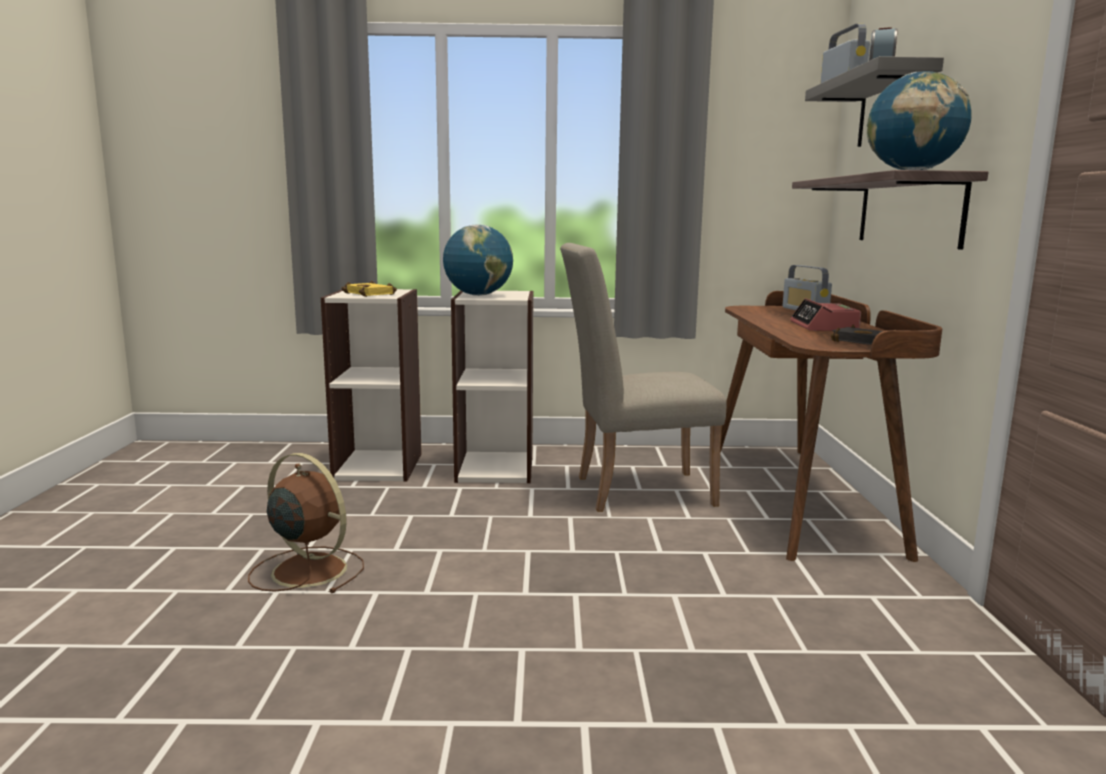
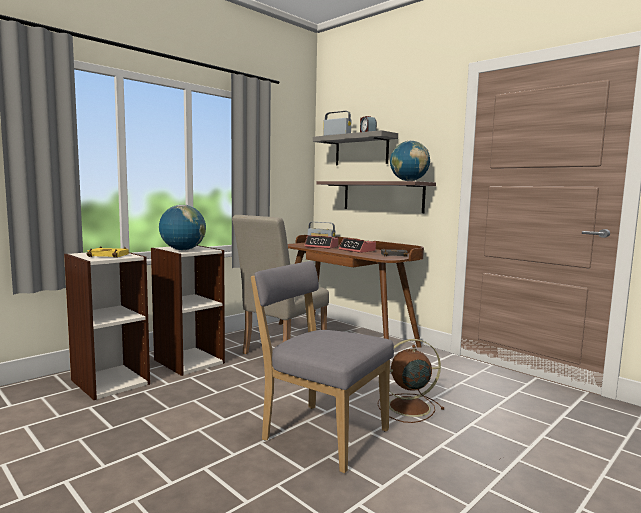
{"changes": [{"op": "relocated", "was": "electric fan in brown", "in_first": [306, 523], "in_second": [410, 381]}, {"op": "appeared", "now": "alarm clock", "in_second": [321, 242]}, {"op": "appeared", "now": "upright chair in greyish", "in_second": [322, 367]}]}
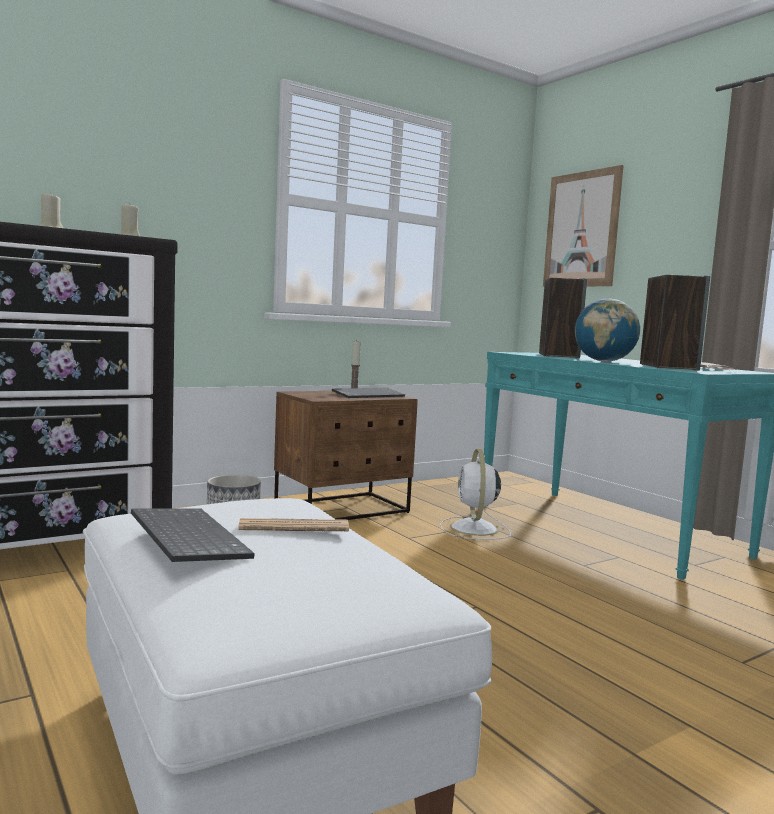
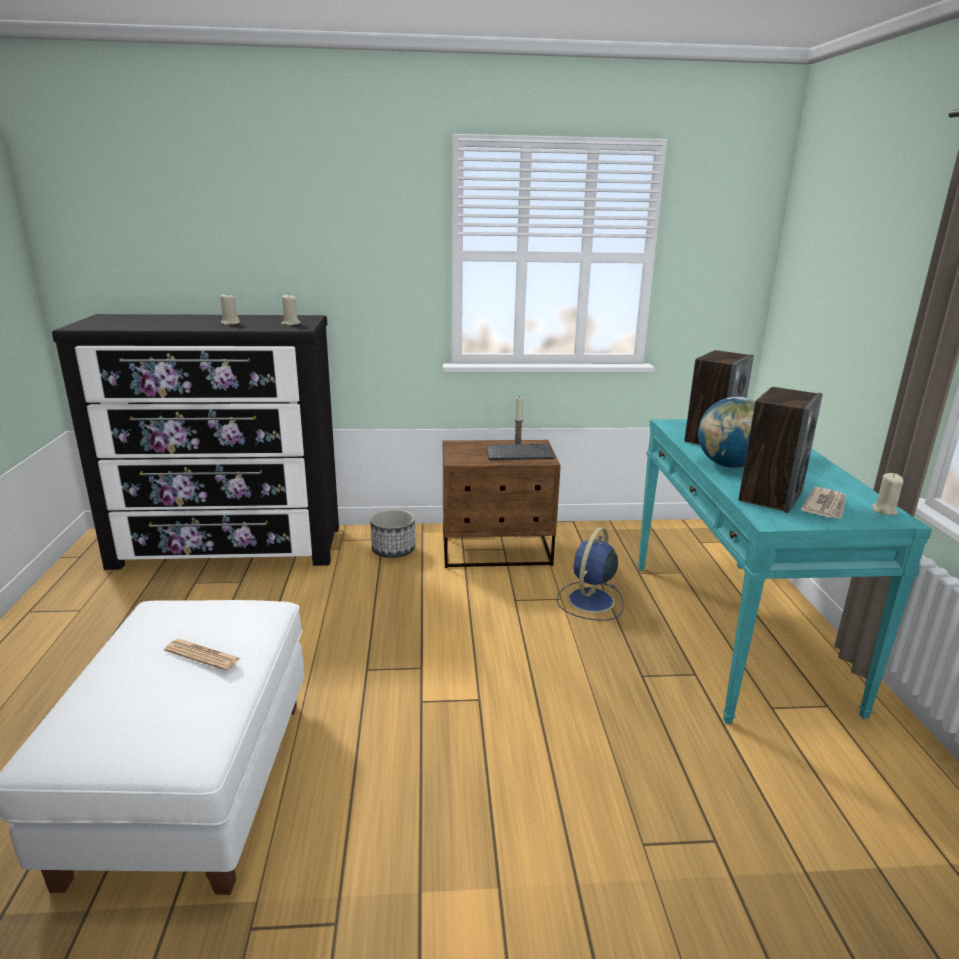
{"changes": [{"op": "missing", "was": "wall picture", "in_first": [583, 226]}, {"op": "colour", "was": "electric fan in white-coloured", "now": "electric fan in blue-coloured", "in_first": [475, 494], "in_second": [590, 574]}, {"op": "missing", "was": "keyboard", "in_first": [193, 535]}, {"op": "appeared", "now": "wax light in beige-coloured", "in_second": [887, 494]}]}
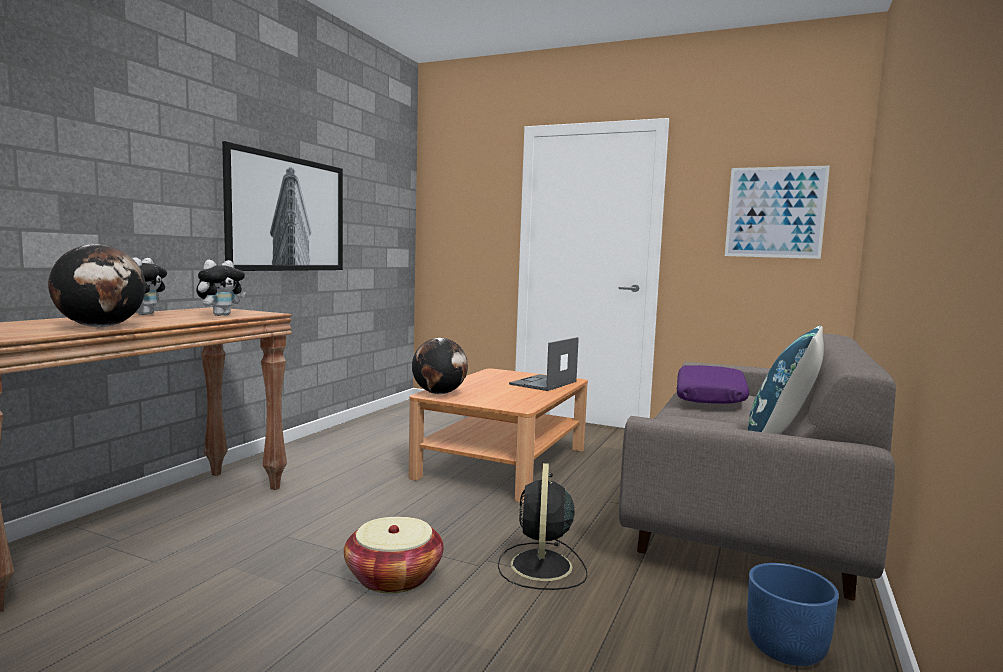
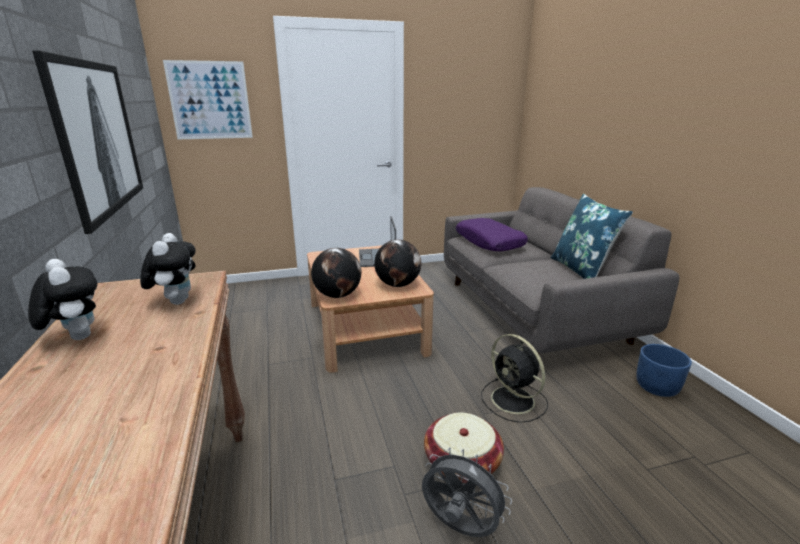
{"changes": [{"op": "relocated", "was": "wall picture", "in_first": [777, 212], "in_second": [208, 99]}, {"op": "relocated", "was": "world globe", "in_first": [97, 285], "in_second": [397, 263]}, {"op": "appeared", "now": "electric fan in greyish", "in_second": [467, 492]}]}
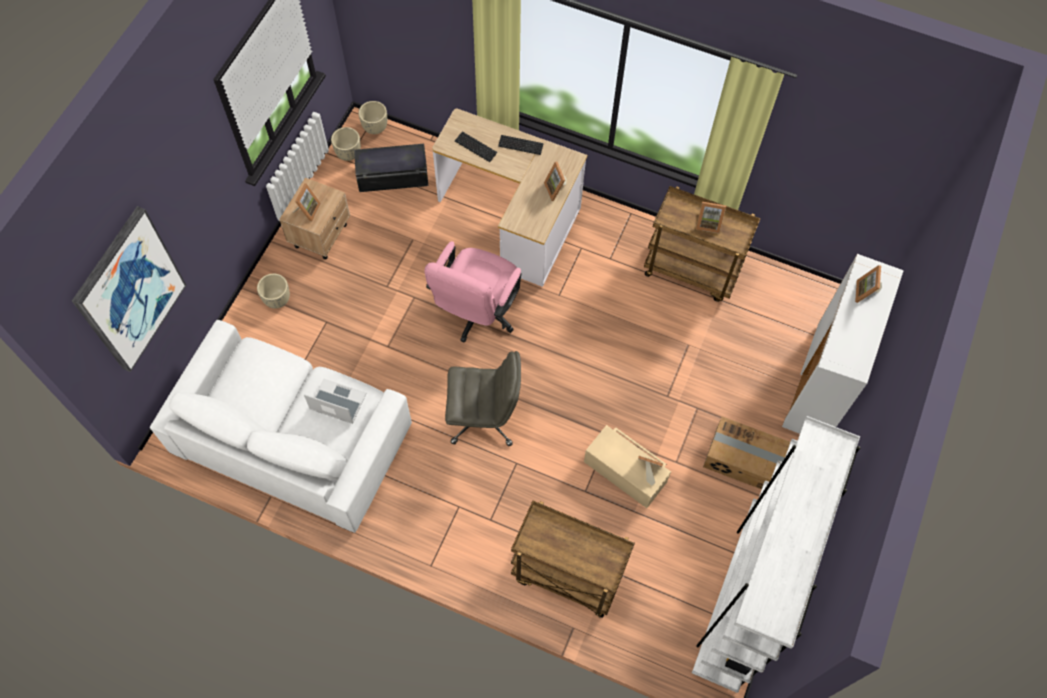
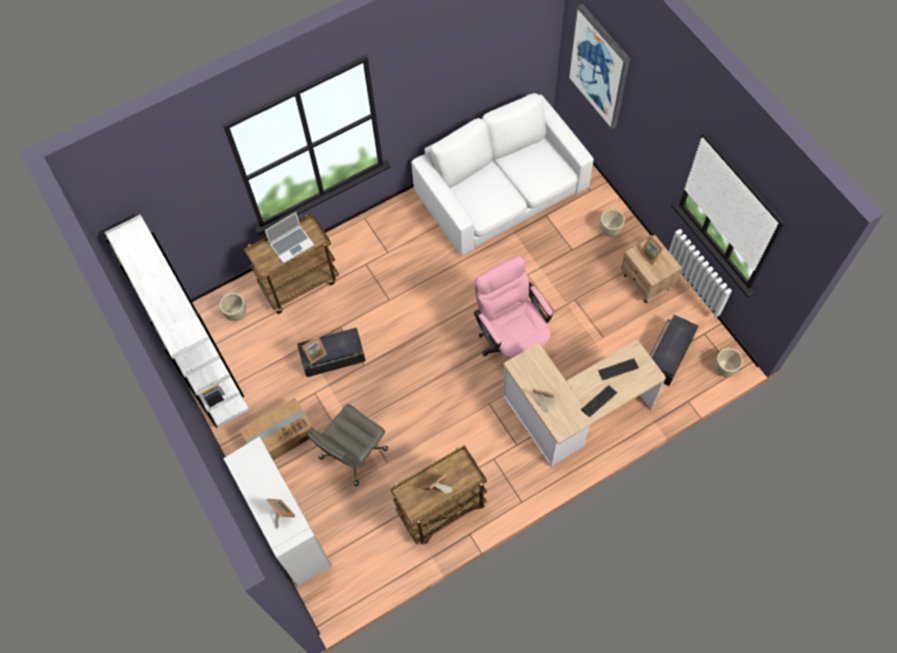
{"changes": [{"op": "relocated", "was": "flower pot in beige-coloured", "in_first": [346, 144], "in_second": [233, 307]}, {"op": "relocated", "was": "desk chair in greyish", "in_first": [483, 398], "in_second": [347, 445]}, {"op": "relocated", "was": "laptop", "in_first": [335, 401], "in_second": [289, 238]}, {"op": "colour", "was": "storage bin in beige-coloured", "now": "storage bin in blackish", "in_first": [627, 466], "in_second": [331, 352]}]}
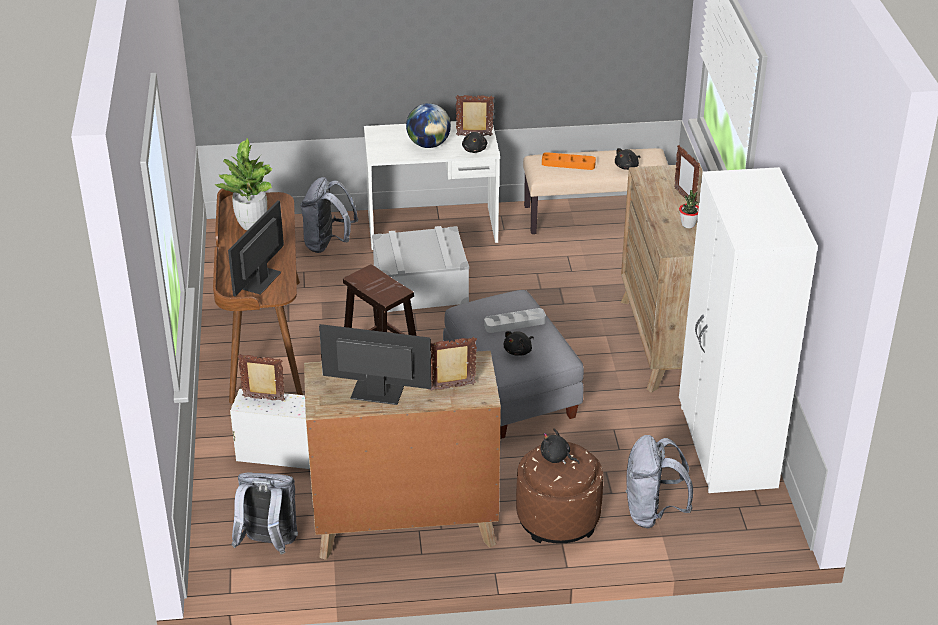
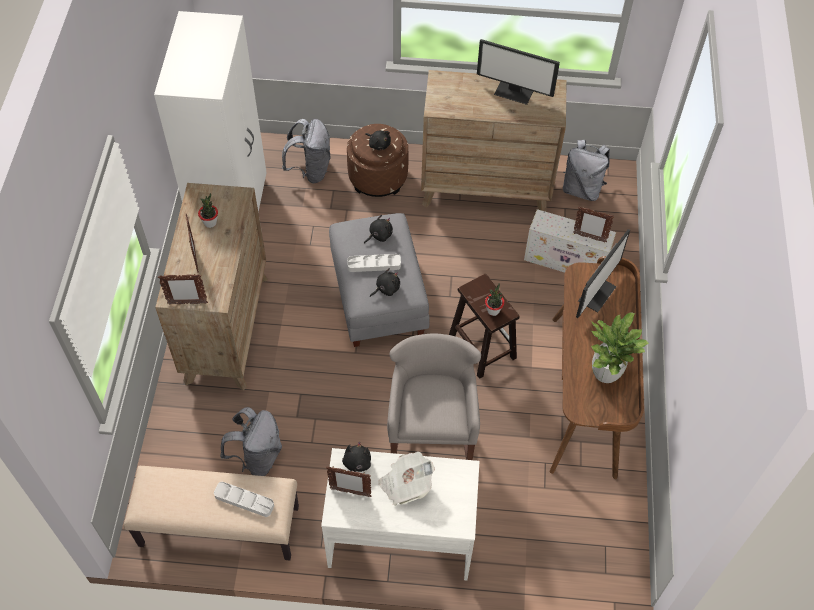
{"changes": [{"op": "exchanged", "was": "world globe", "now": "daily paper", "in_first": [428, 125], "in_second": [406, 479]}, {"op": "relocated", "was": "cuddly toy in blackish", "in_first": [627, 159], "in_second": [385, 282]}, {"op": "colour", "was": "tray in orangey", "now": "tray in greyish", "in_first": [569, 161], "in_second": [244, 499]}, {"op": "relocated", "was": "rucksack in greyish", "in_first": [329, 215], "in_second": [251, 441]}, {"op": "exchanged", "was": "storage bin in greyish", "now": "stool seat in greyish", "in_first": [420, 269], "in_second": [434, 396]}, {"op": "relocated", "was": "picture frame", "in_first": [452, 364], "in_second": [183, 289]}, {"op": "appeared", "now": "plant in a pot", "in_second": [494, 299]}]}
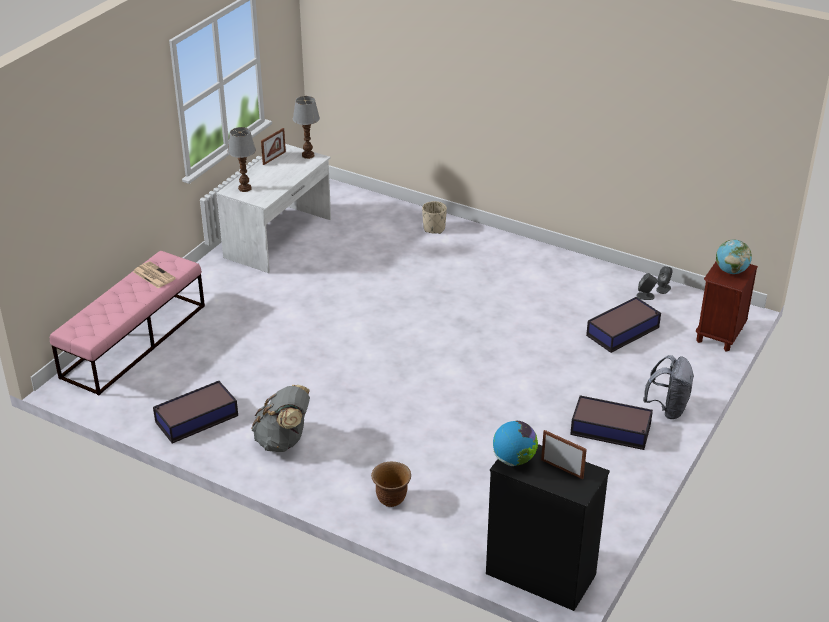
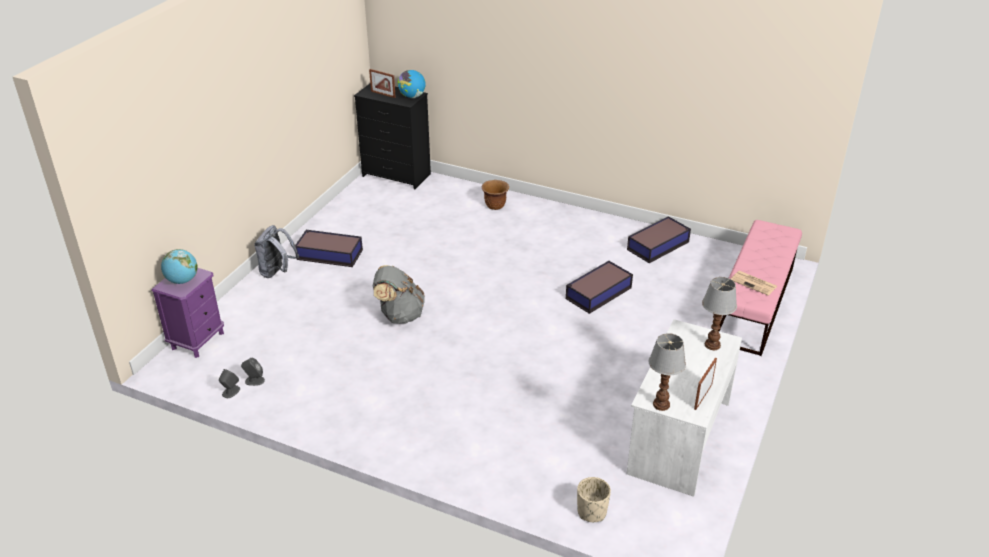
{"changes": [{"op": "relocated", "was": "flower pot in beige-coloured", "in_first": [434, 217], "in_second": [594, 499]}, {"op": "colour", "was": "nightstand in brown", "now": "nightstand in purple-coloured", "in_first": [727, 306], "in_second": [187, 313]}, {"op": "relocated", "was": "storage bin", "in_first": [623, 325], "in_second": [599, 287]}, {"op": "relocated", "was": "rucksack in greyish", "in_first": [280, 418], "in_second": [399, 294]}]}
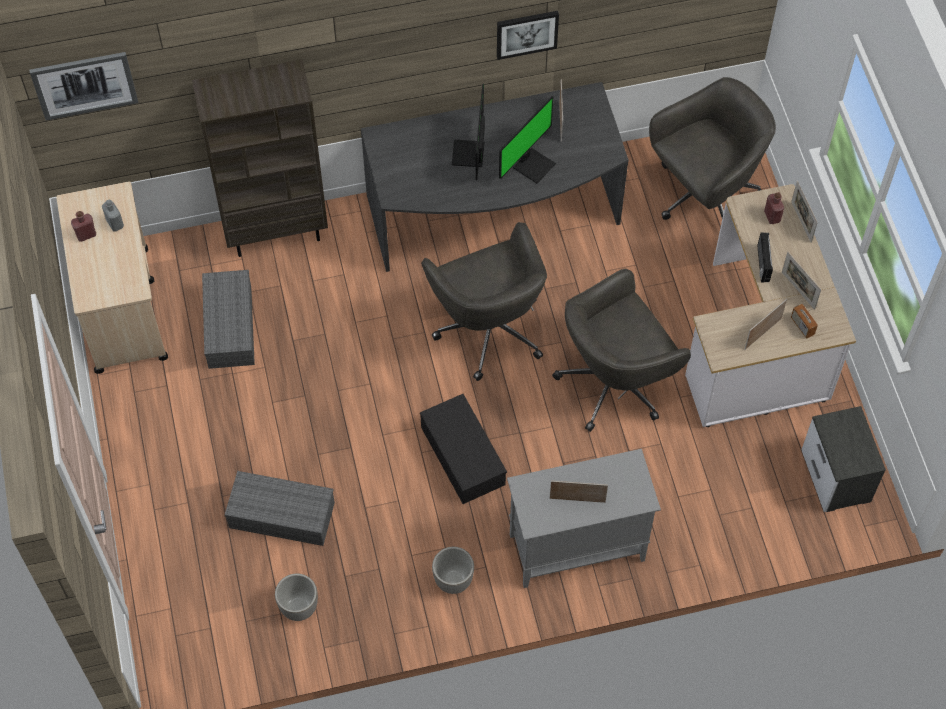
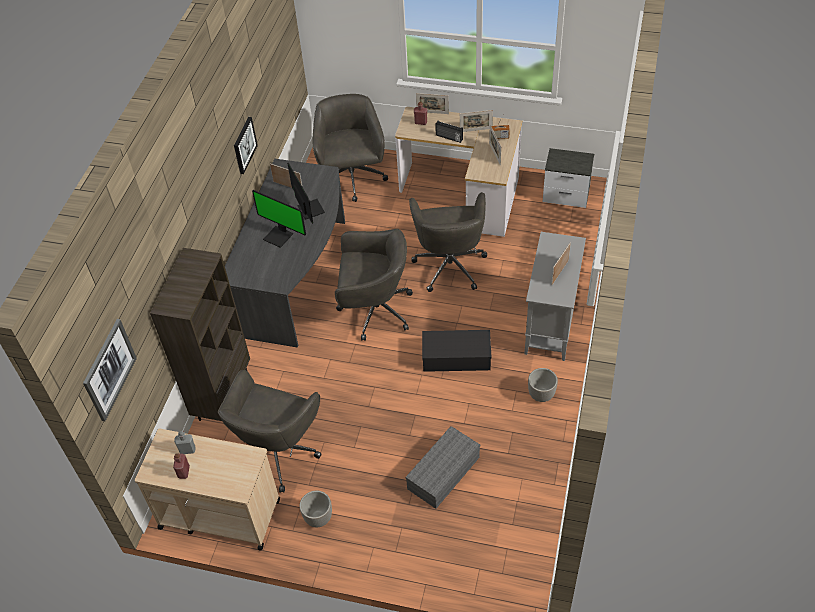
{"changes": [{"op": "exchanged", "was": "storage bin in greyish", "now": "desk chair in greyish", "in_first": [228, 319], "in_second": [270, 431]}, {"op": "relocated", "was": "flower pot", "in_first": [296, 597], "in_second": [316, 509]}]}
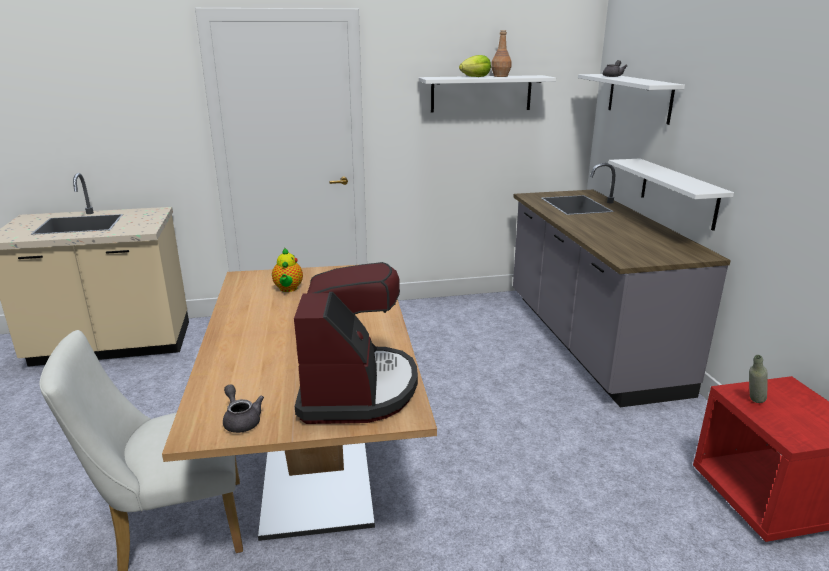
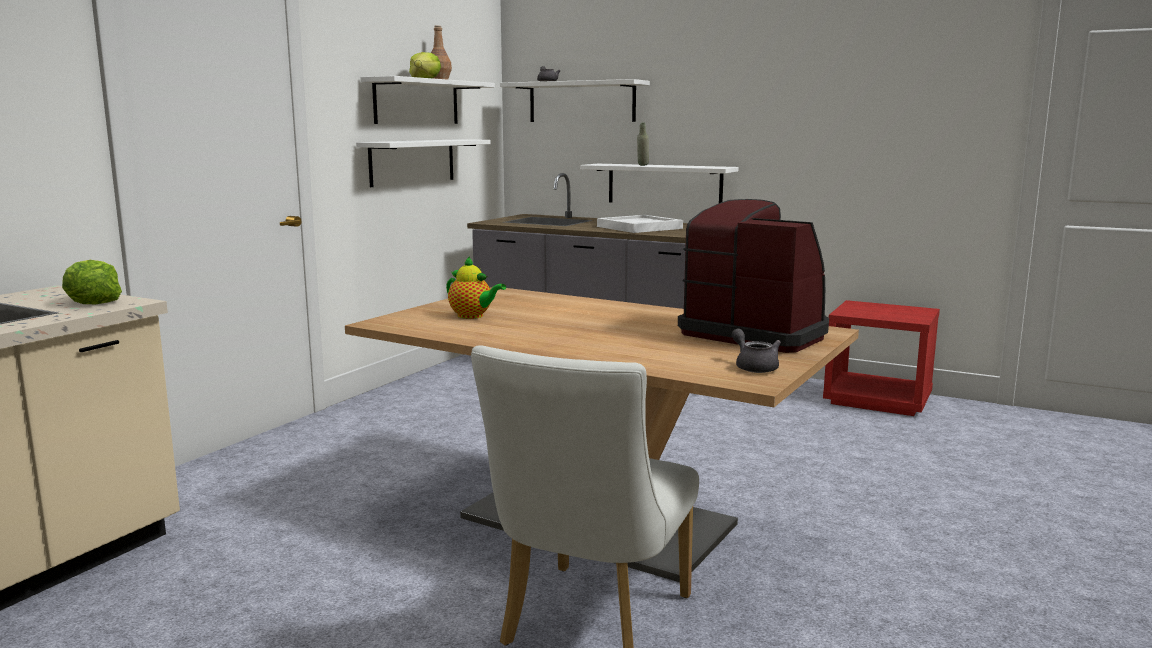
{"changes": [{"op": "relocated", "was": "drink bottle in greyish", "in_first": [758, 379], "in_second": [643, 144]}, {"op": "spun", "was": "pot for tea in greyish", "in_first": [243, 408], "in_second": [756, 351], "clockwise": 60}, {"op": "appeared", "now": "bracket shelf in white-coloured", "in_second": [423, 163]}, {"op": "appeared", "now": "tray in white-coloured", "in_second": [640, 224]}, {"op": "appeared", "now": "head of lettuce", "in_second": [92, 282]}]}
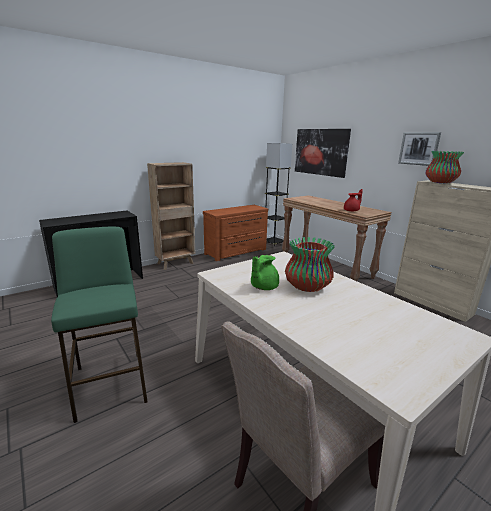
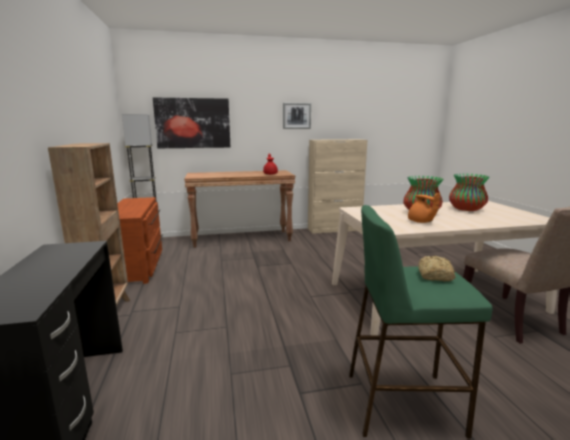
{"changes": [{"op": "relocated", "was": "flower vase", "in_first": [445, 167], "in_second": [469, 192]}, {"op": "colour", "was": "pot for tea in green", "now": "pot for tea in orangey", "in_first": [265, 272], "in_second": [424, 207]}, {"op": "appeared", "now": "bread", "in_second": [437, 268]}]}
